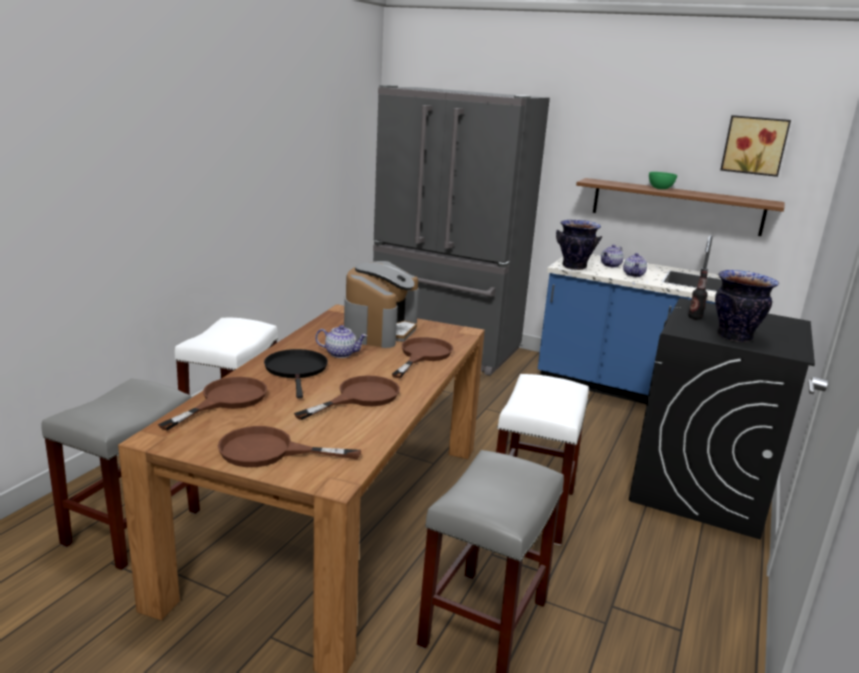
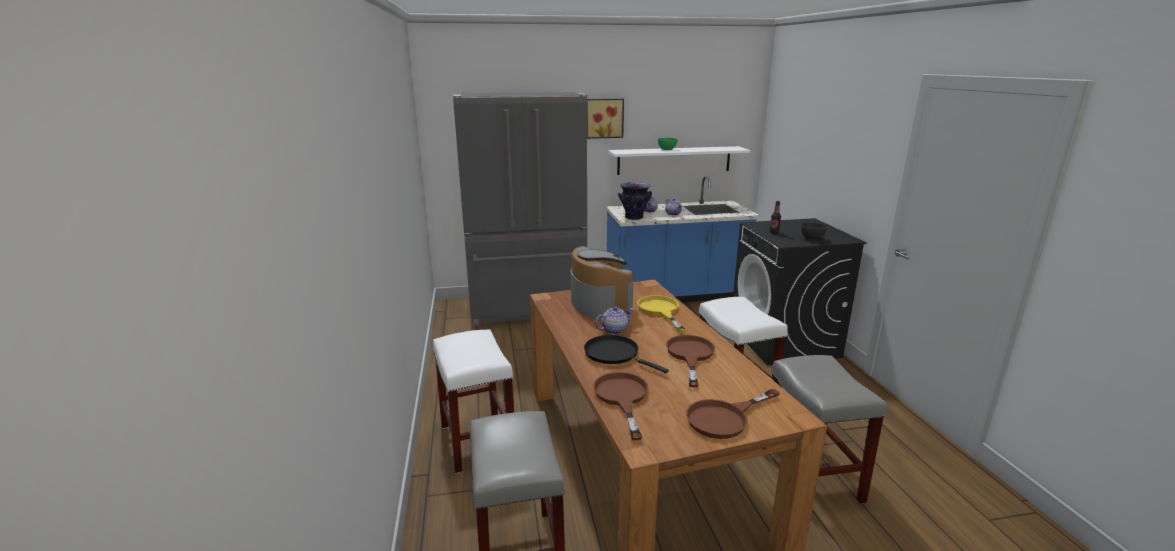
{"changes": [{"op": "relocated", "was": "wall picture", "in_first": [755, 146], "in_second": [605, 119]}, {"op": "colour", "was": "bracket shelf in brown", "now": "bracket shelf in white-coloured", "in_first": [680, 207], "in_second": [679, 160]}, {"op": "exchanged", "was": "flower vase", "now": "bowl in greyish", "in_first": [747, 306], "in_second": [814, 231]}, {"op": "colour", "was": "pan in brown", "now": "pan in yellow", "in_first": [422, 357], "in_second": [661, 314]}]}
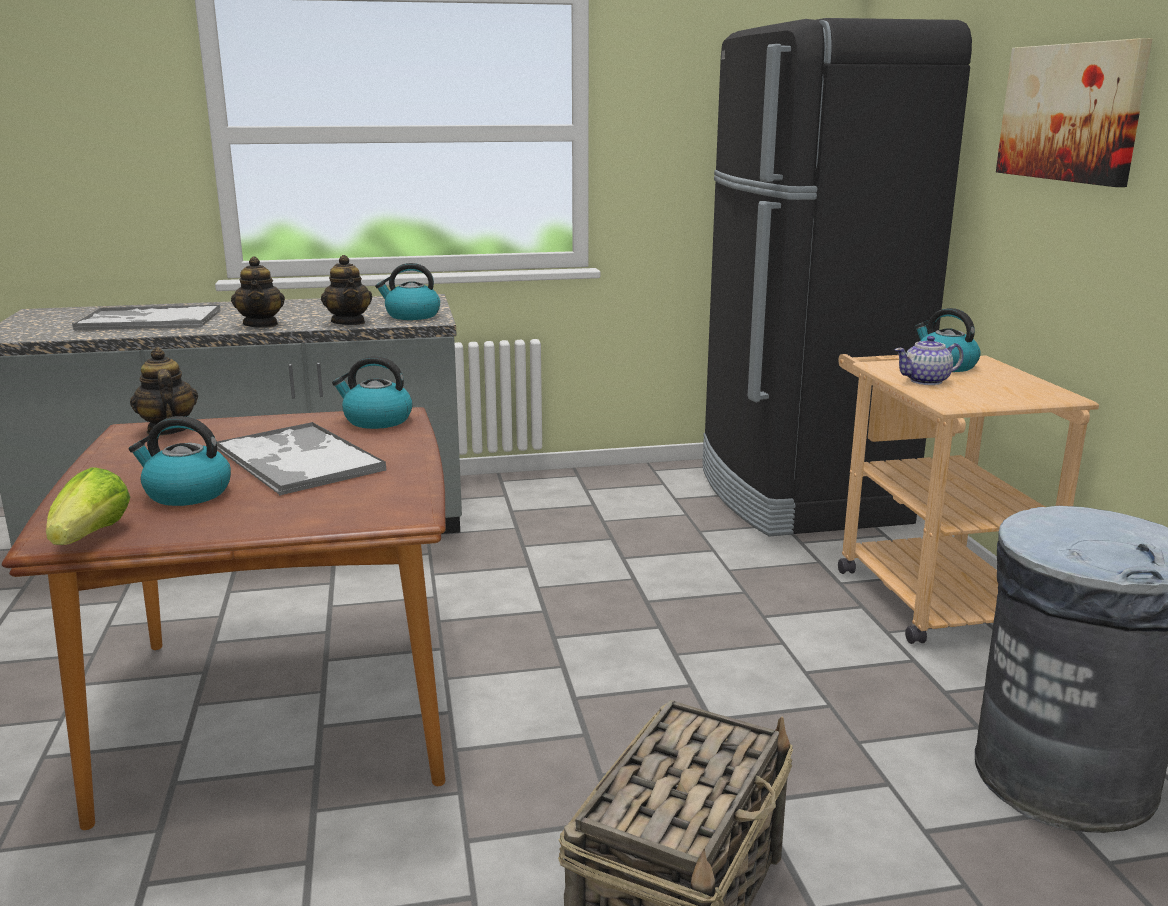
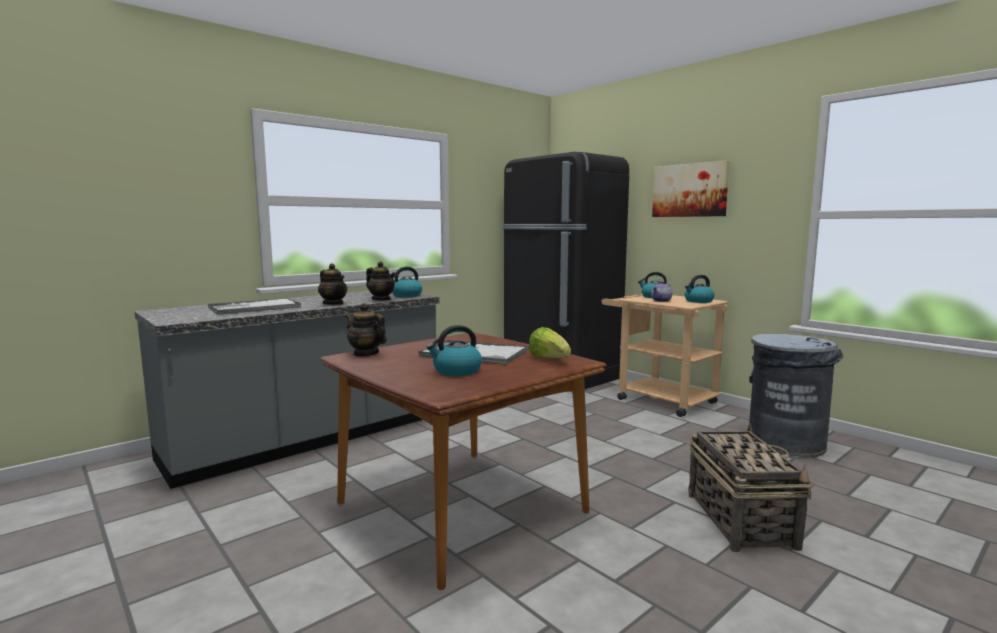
{"changes": [{"op": "relocated", "was": "water kettle", "in_first": [372, 392], "in_second": [700, 289]}, {"op": "relocated", "was": "head of lettuce", "in_first": [88, 506], "in_second": [549, 342]}]}
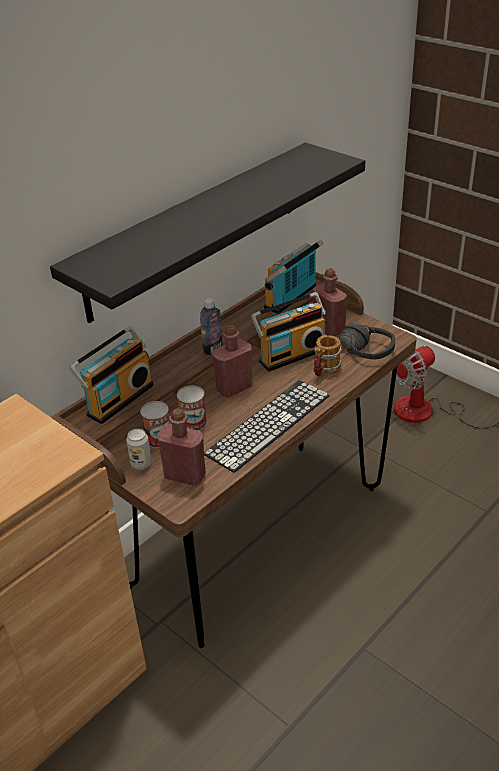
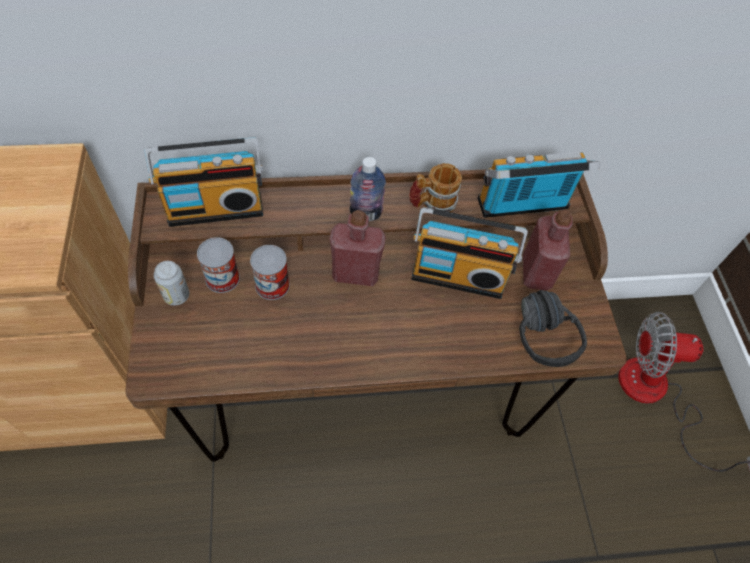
{"changes": [{"op": "missing", "was": "bracket shelf in blackish", "in_first": [207, 233]}, {"op": "relocated", "was": "coffee mug", "in_first": [328, 356], "in_second": [435, 187]}, {"op": "missing", "was": "keyboard", "in_first": [267, 426]}, {"op": "missing", "was": "drink bottle in reddish", "in_first": [181, 447]}]}
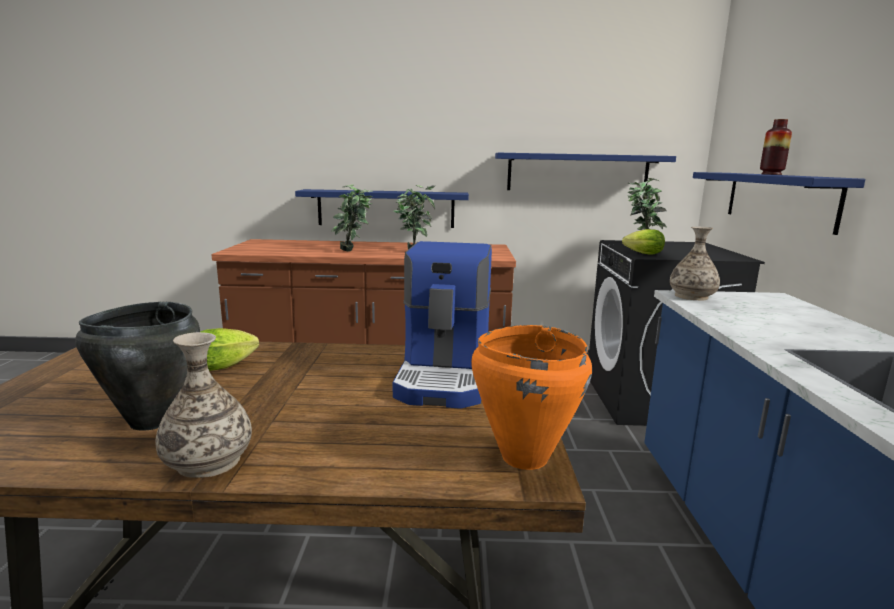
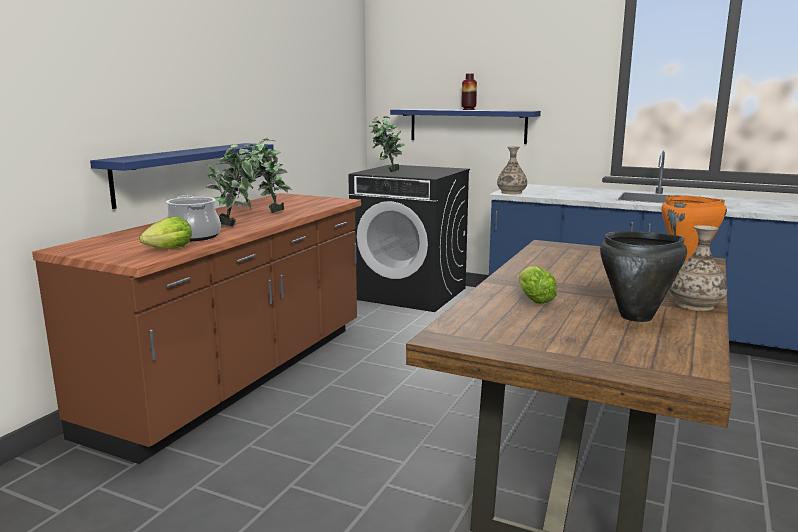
{"changes": [{"op": "missing", "was": "bracket shelf in blue-coloured", "in_first": [585, 171]}, {"op": "relocated", "was": "head of lettuce", "in_first": [643, 242], "in_second": [166, 233]}, {"op": "missing", "was": "coffee maker", "in_first": [442, 325]}, {"op": "appeared", "now": "saucepot", "in_second": [193, 218]}]}
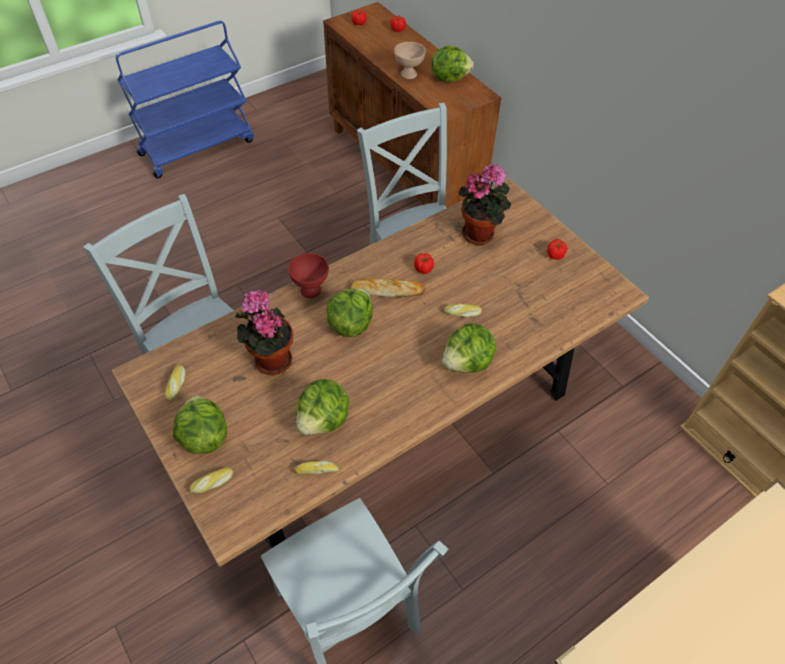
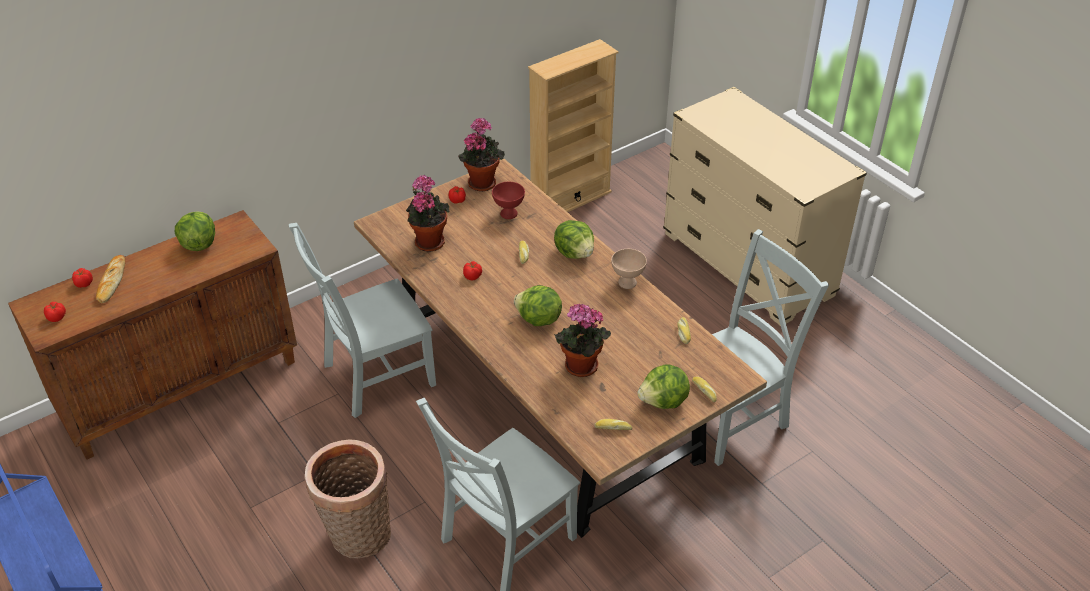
{"changes": [{"op": "relocated", "was": "bowl in beige-coloured", "in_first": [410, 60], "in_second": [629, 269]}, {"op": "relocated", "was": "bowl in reddish", "in_first": [308, 275], "in_second": [508, 200]}, {"op": "relocated", "was": "bread", "in_first": [388, 287], "in_second": [110, 279]}, {"op": "missing", "was": "head of lettuce", "in_first": [323, 407]}, {"op": "appeared", "now": "plant in a pot", "in_second": [481, 154]}, {"op": "appeared", "now": "basket", "in_second": [348, 499]}]}
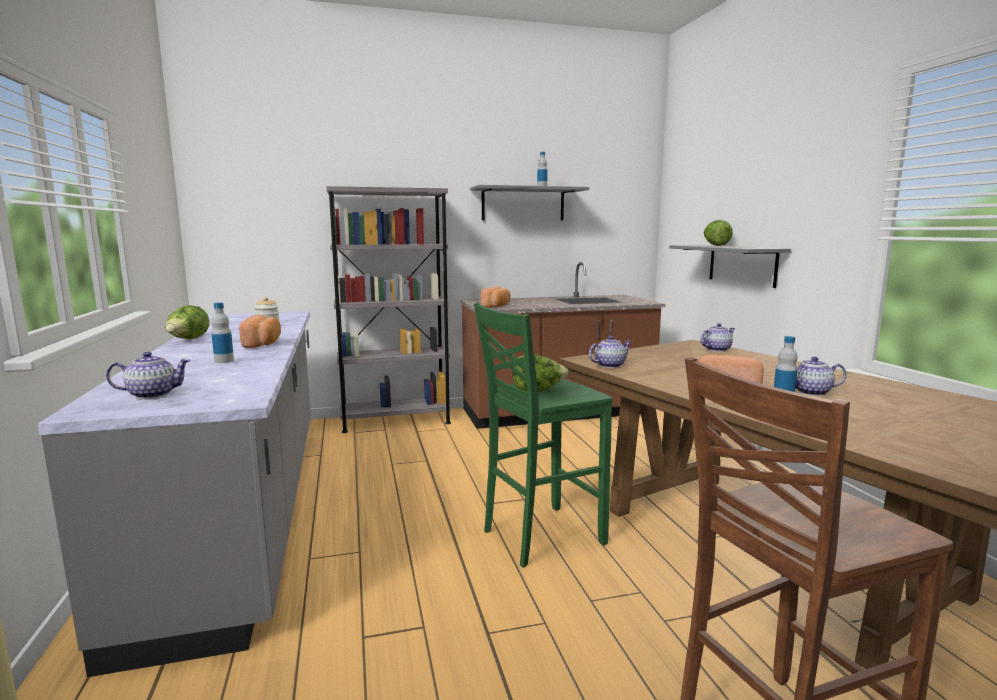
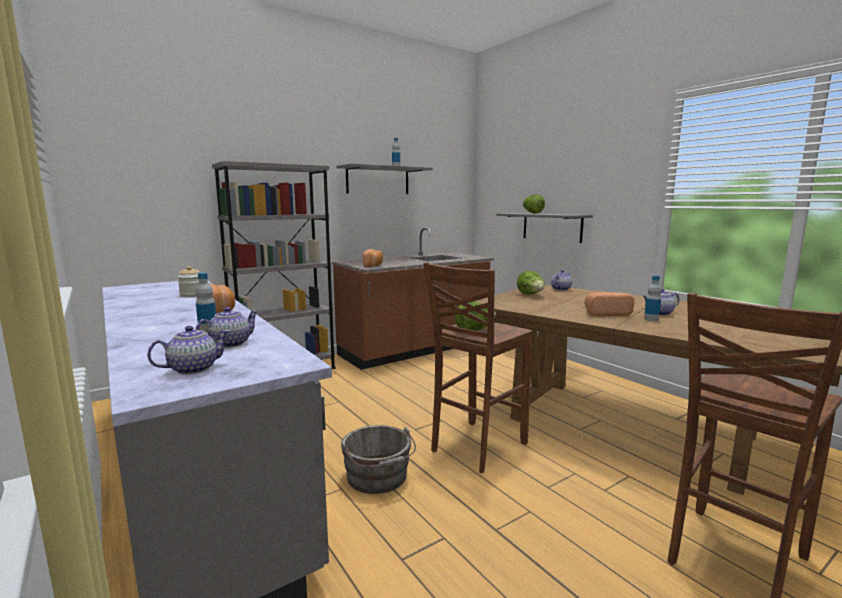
{"changes": [{"op": "colour", "was": "stool seat in green", "now": "stool seat in brown", "in_first": [543, 435], "in_second": [478, 367]}, {"op": "relocated", "was": "head of lettuce", "in_first": [187, 322], "in_second": [530, 283]}, {"op": "relocated", "was": "pot for tea", "in_first": [610, 352], "in_second": [227, 327]}, {"op": "appeared", "now": "water bucket in greyish", "in_second": [378, 459]}]}
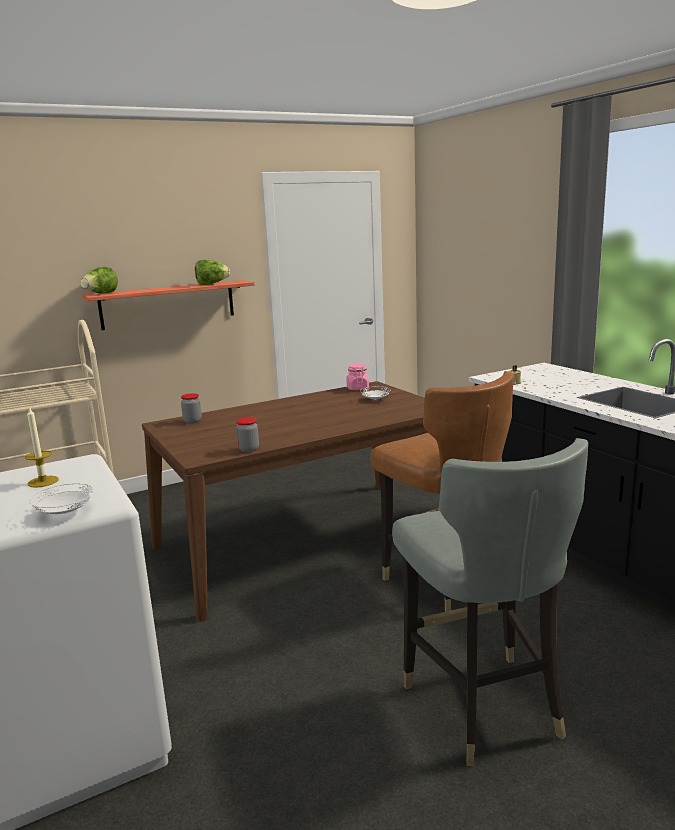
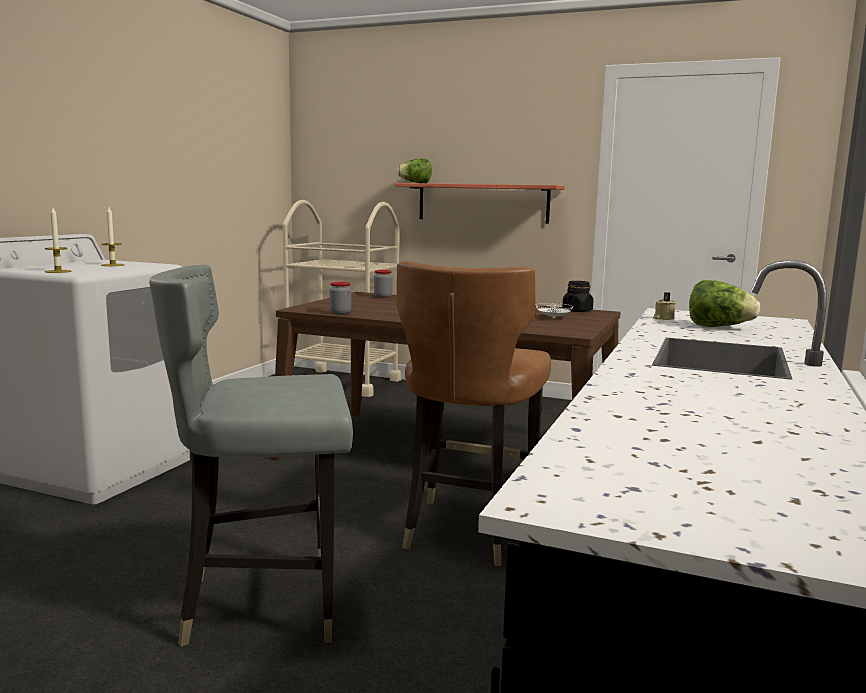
{"changes": [{"op": "relocated", "was": "head of lettuce", "in_first": [212, 272], "in_second": [724, 303]}, {"op": "colour", "was": "preserve jar in pink-coloured", "now": "preserve jar in blackish", "in_first": [357, 377], "in_second": [577, 296]}, {"op": "spun", "was": "upright chair in greyish", "in_first": [490, 602], "in_second": [251, 455], "clockwise": 45}, {"op": "exchanged", "was": "dinner plate in white-coloured", "now": "wax light", "in_first": [62, 498], "in_second": [58, 240]}]}
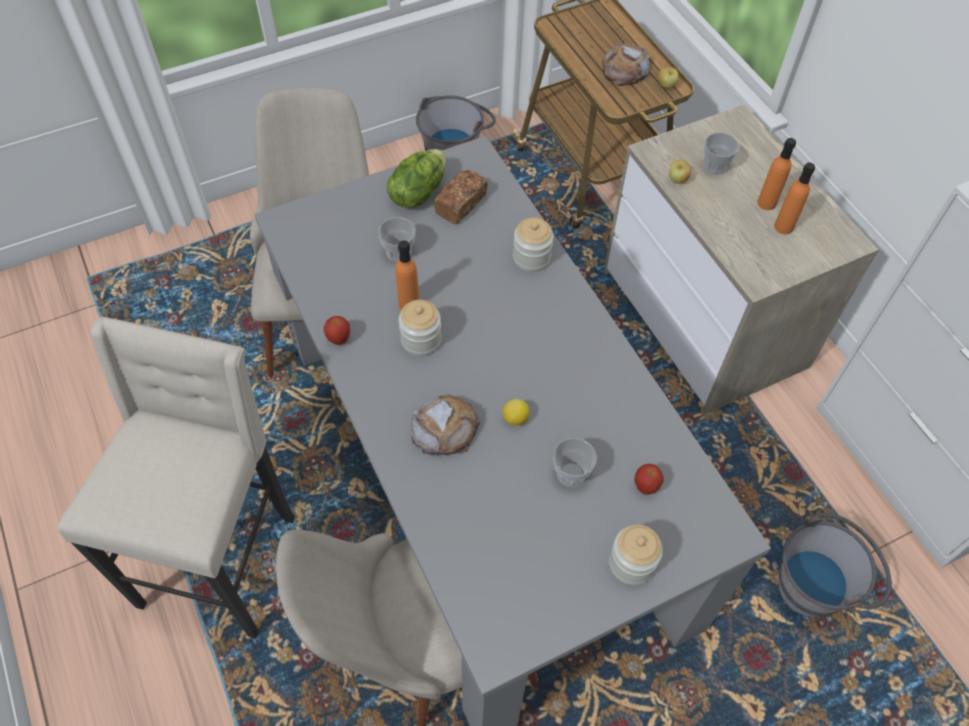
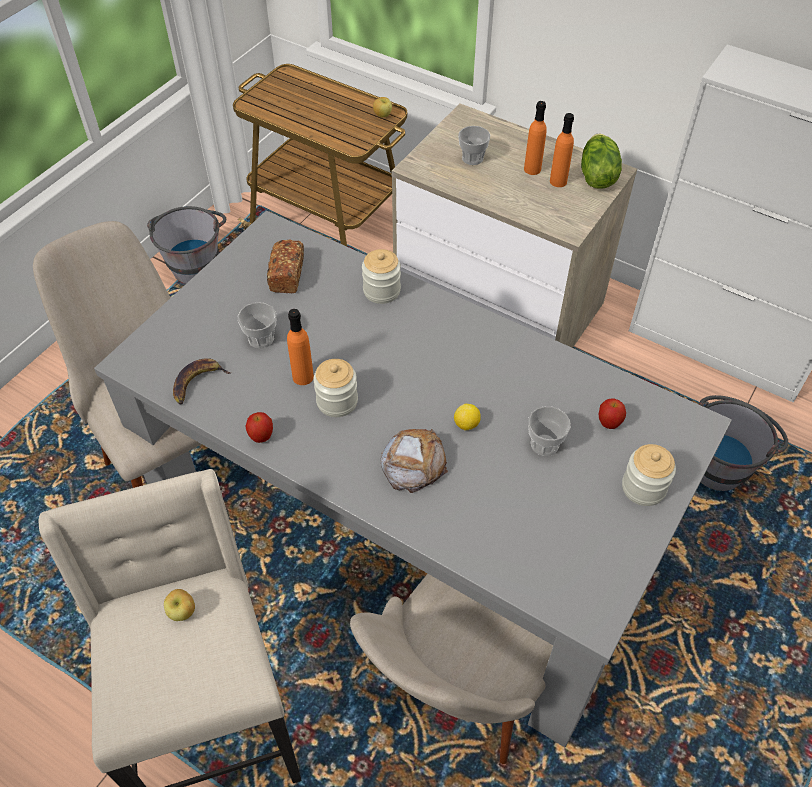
{"changes": [{"op": "missing", "was": "bread", "in_first": [625, 64]}, {"op": "relocated", "was": "head of lettuce", "in_first": [416, 178], "in_second": [601, 161]}, {"op": "relocated", "was": "whole apple", "in_first": [680, 171], "in_second": [179, 605]}, {"op": "appeared", "now": "banana fruit", "in_second": [201, 381]}]}
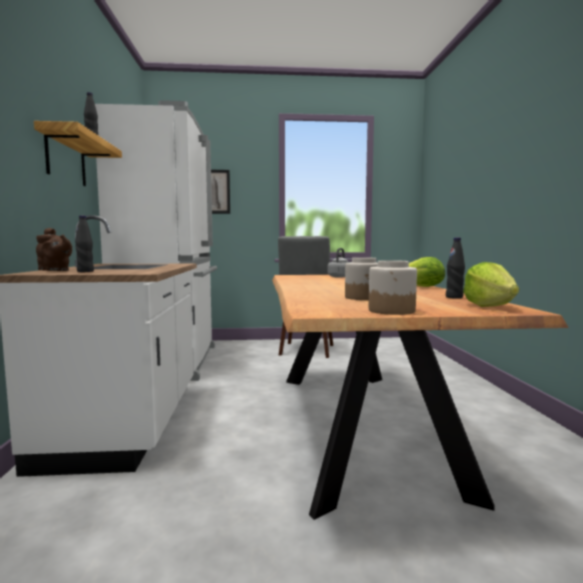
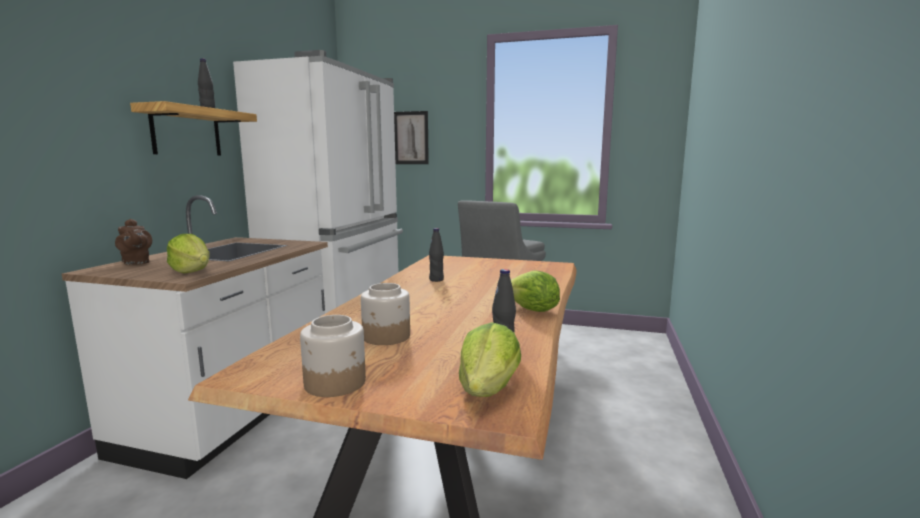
{"changes": [{"op": "relocated", "was": "drink bottle in blackish", "in_first": [84, 244], "in_second": [436, 255]}, {"op": "missing", "was": "water kettle in greyish", "in_first": [338, 263]}, {"op": "appeared", "now": "head of lettuce", "in_second": [188, 253]}]}
